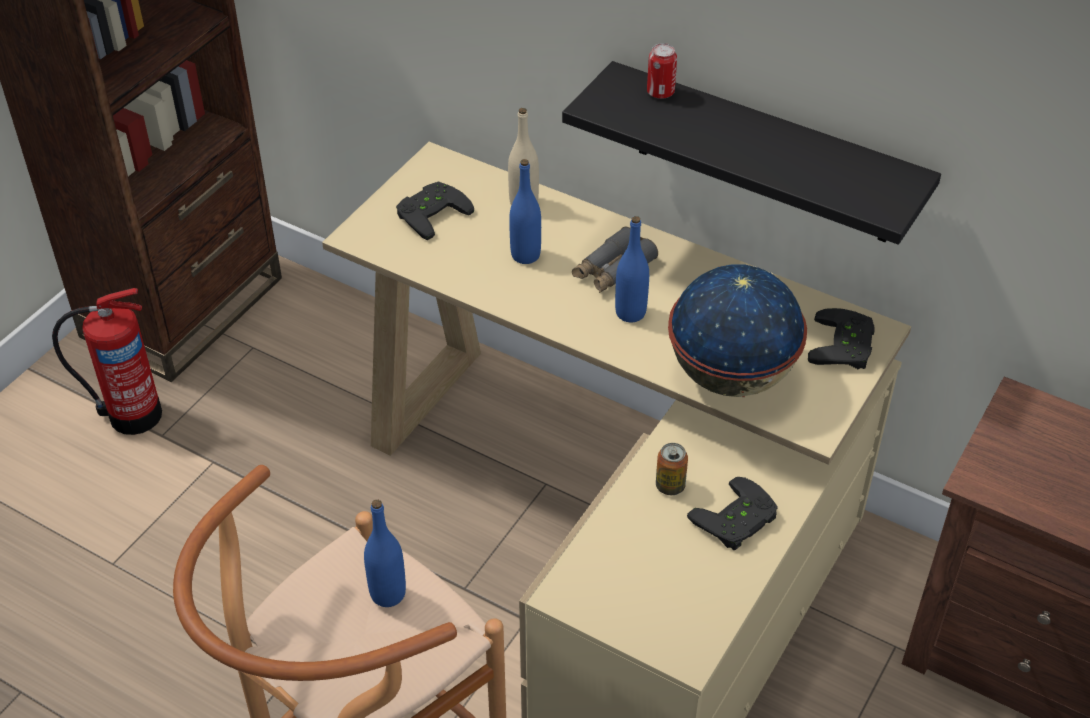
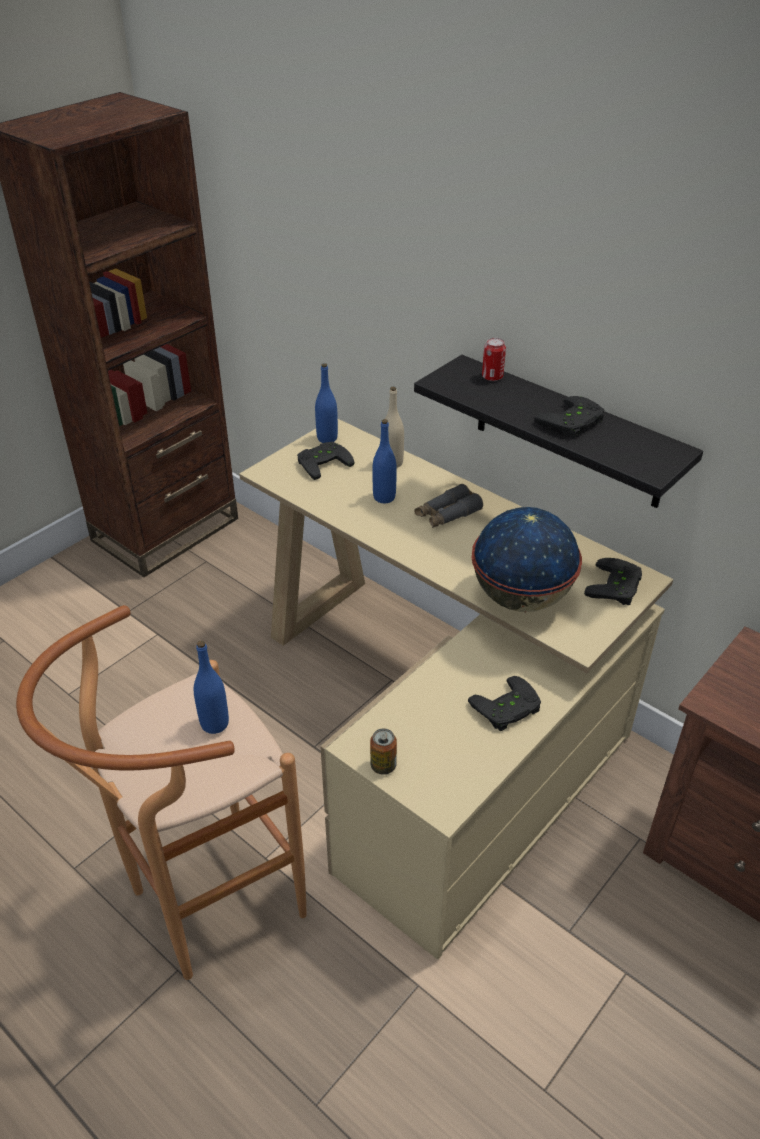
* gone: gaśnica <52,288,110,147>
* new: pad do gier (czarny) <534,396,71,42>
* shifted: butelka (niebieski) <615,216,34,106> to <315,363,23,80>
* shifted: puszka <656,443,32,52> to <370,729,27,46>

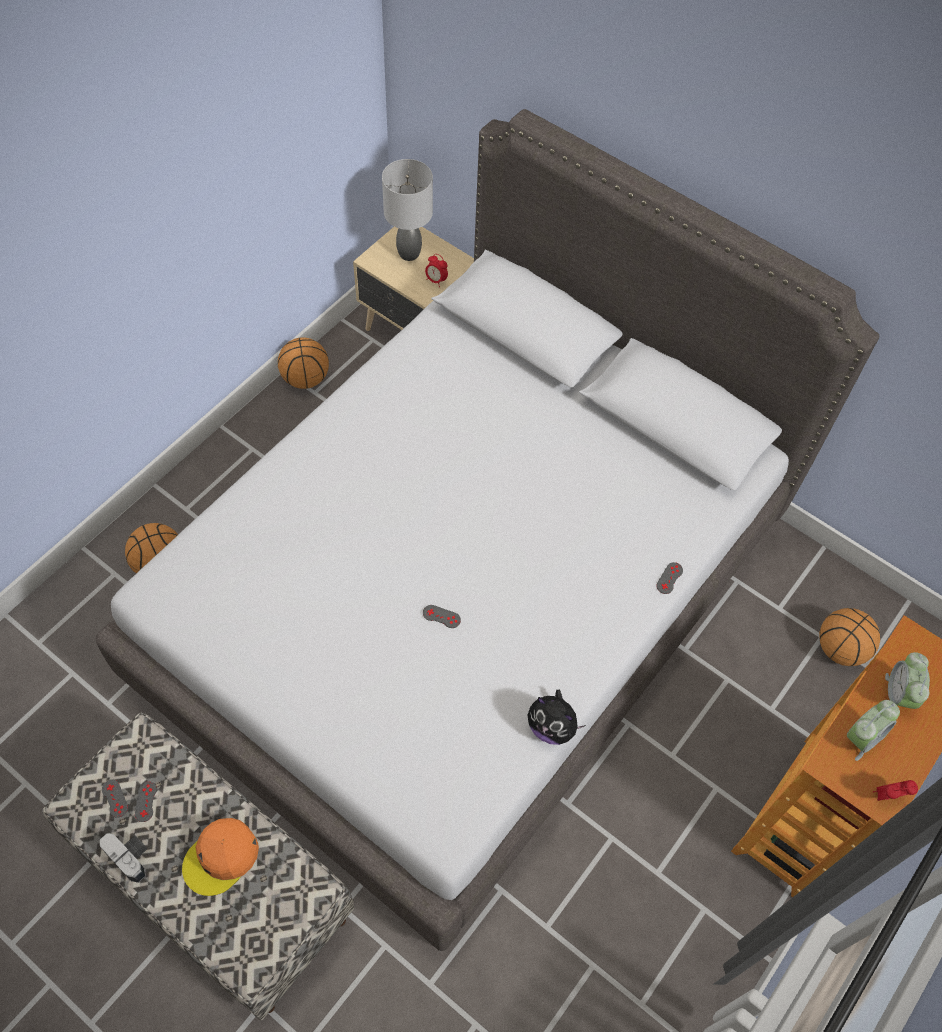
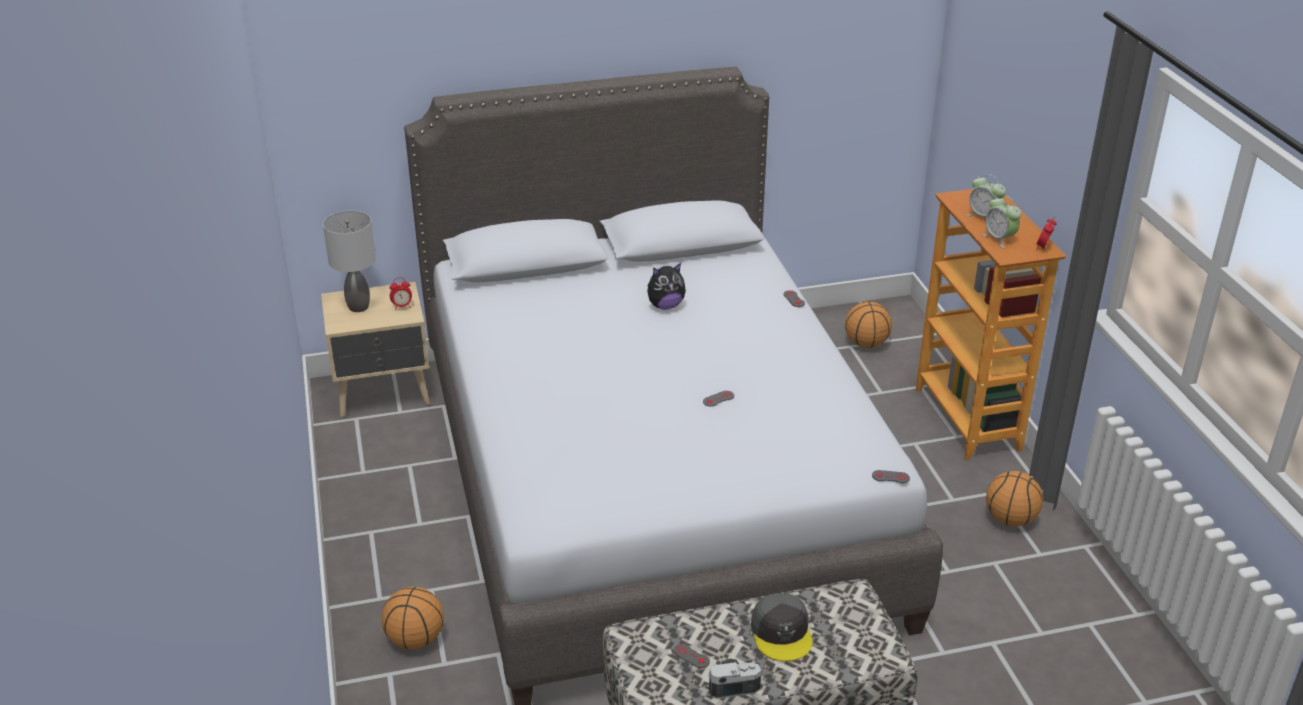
* shifted: pad do gier (szary) <102,780,26,38> to <872,470,38,13>
* shifted: piłka do koszykówki <278,337,51,52> to <986,471,57,56>
* shifted: pluszak <528,689,58,56> to <647,263,39,47>
* repainted: czapka z daszkiem (pomarańczowy) <182,818,77,78> to czapka z daszkiem (szary) <751,593,62,68>
* rotated: budzik <847,700,53,61> = <982,196,39,52> 150 degrees clockwise

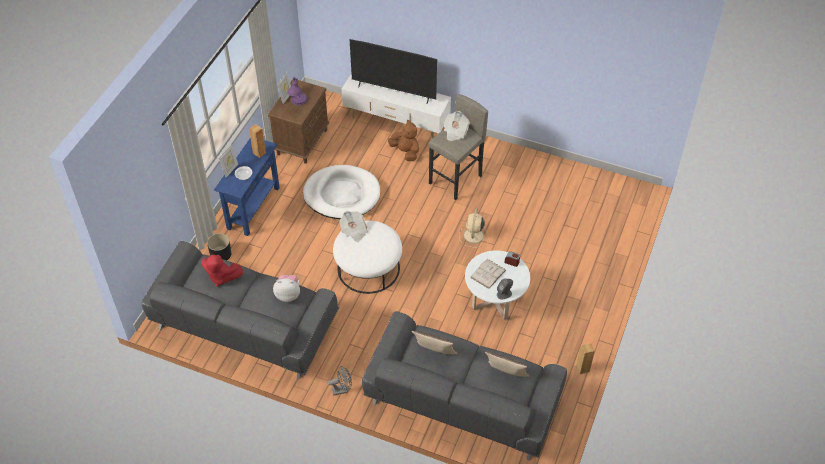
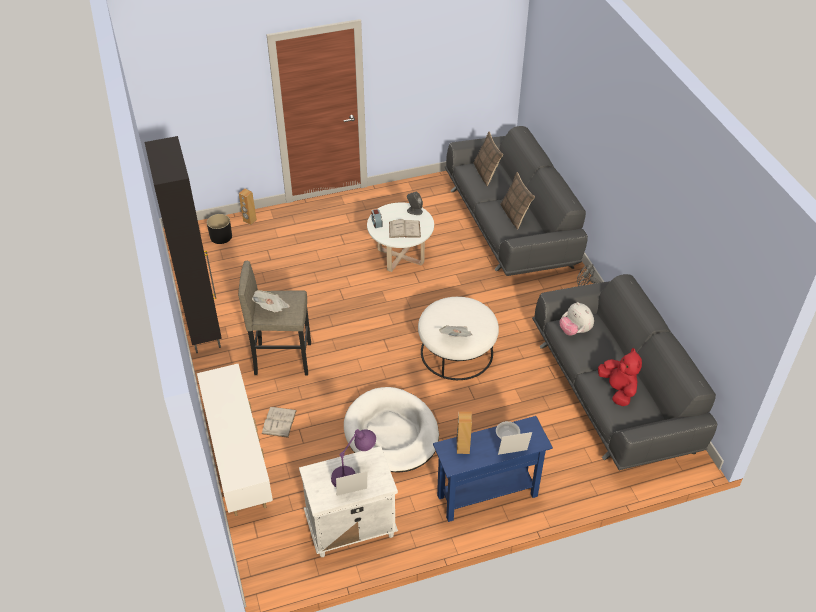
* gone: telewizor <350,39,87,64>
* gone: wentylator (beżowy) <459,208,29,40>
* new: szafka (czarny) <145,136,77,217>
* shifted: donica (czarny) <207,233,24,27> to <207,214,25,30>
* shifted: głośnik (brązowy) <576,343,19,31> to <239,189,18,36>
* swapped: pluszak (brązowy) <388,120,31,41> to książka (biały) <262,407,35,31>
* repainted: szafka nocna (brązowy) <268,79,62,84> to szafka nocna (biały) <299,446,99,111>

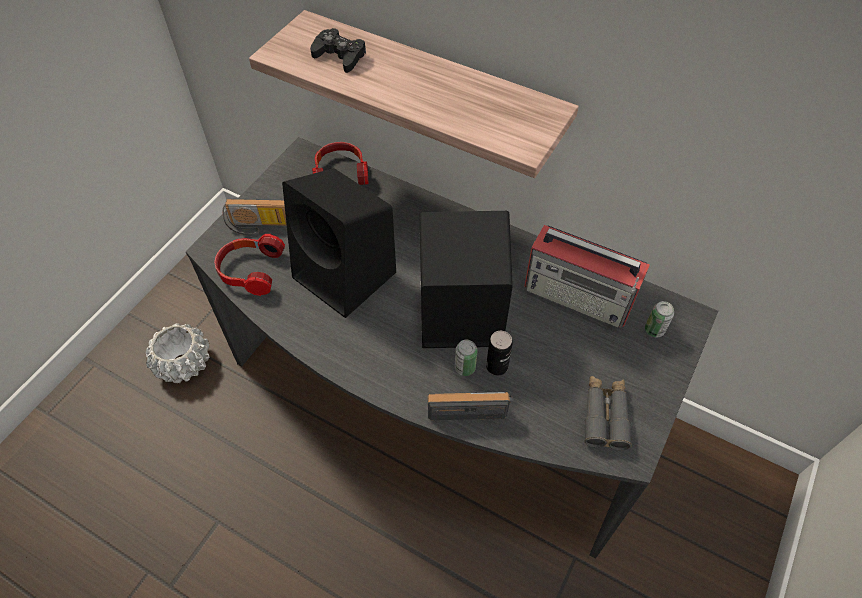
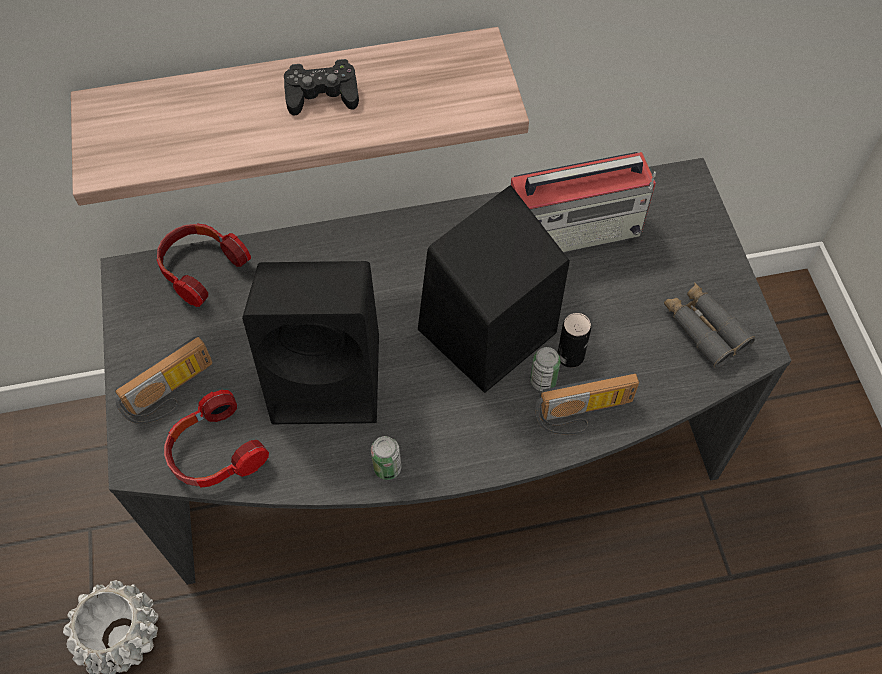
* shifted: pad do gier (czarny) <310,28,56,45> to <284,59,75,56>
* shifted: puszka <645,301,29,37> to <371,436,30,44>
* rotated: radio <428,391,86,29> = <535,371,104,64> 150 degrees counterclockwise

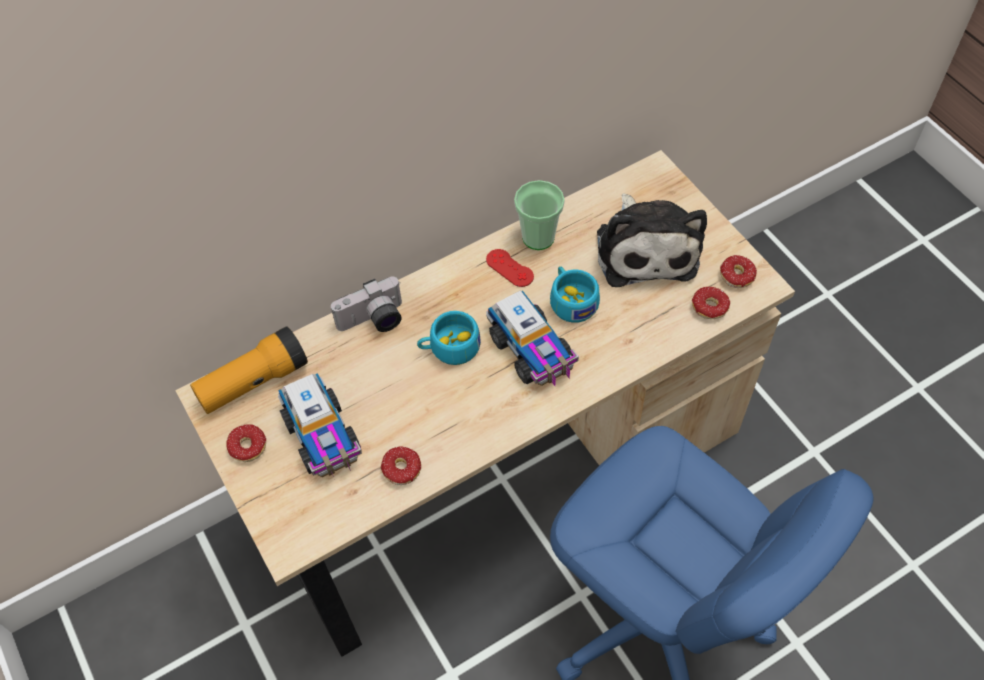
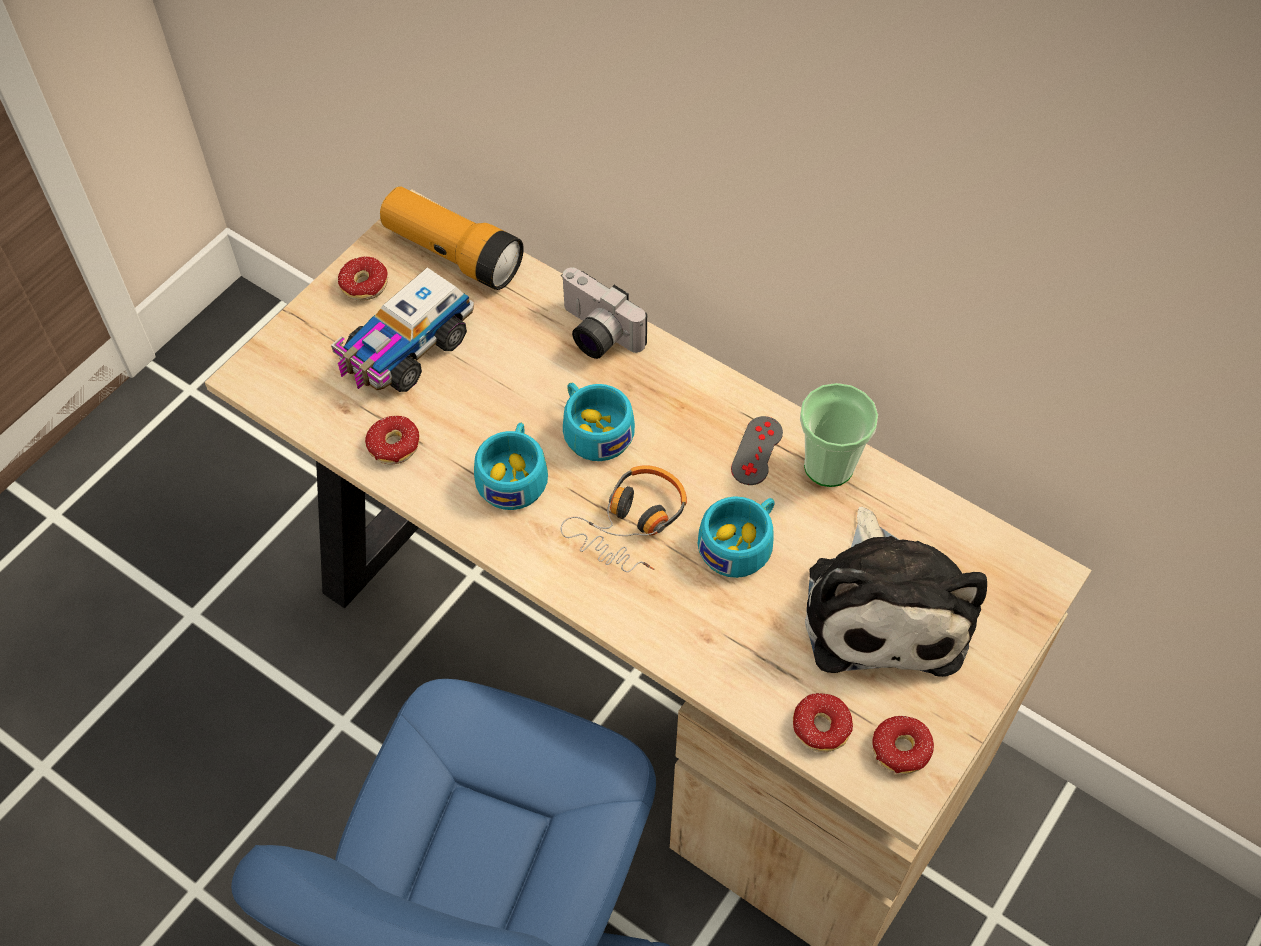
* new: filiżanka (turkusowy) <474,423,74,87>
* swapped: ciężarówka zabawkowa <486,290,93,96> to słuchawki <561,465,126,107>
* repainted: pad do gier (czerwony) <486,249,48,38> to pad do gier (szary) <731,416,52,69>
* rotated: pluszak <597,193,110,94> = <805,507,182,170> 60 degrees counterclockwise

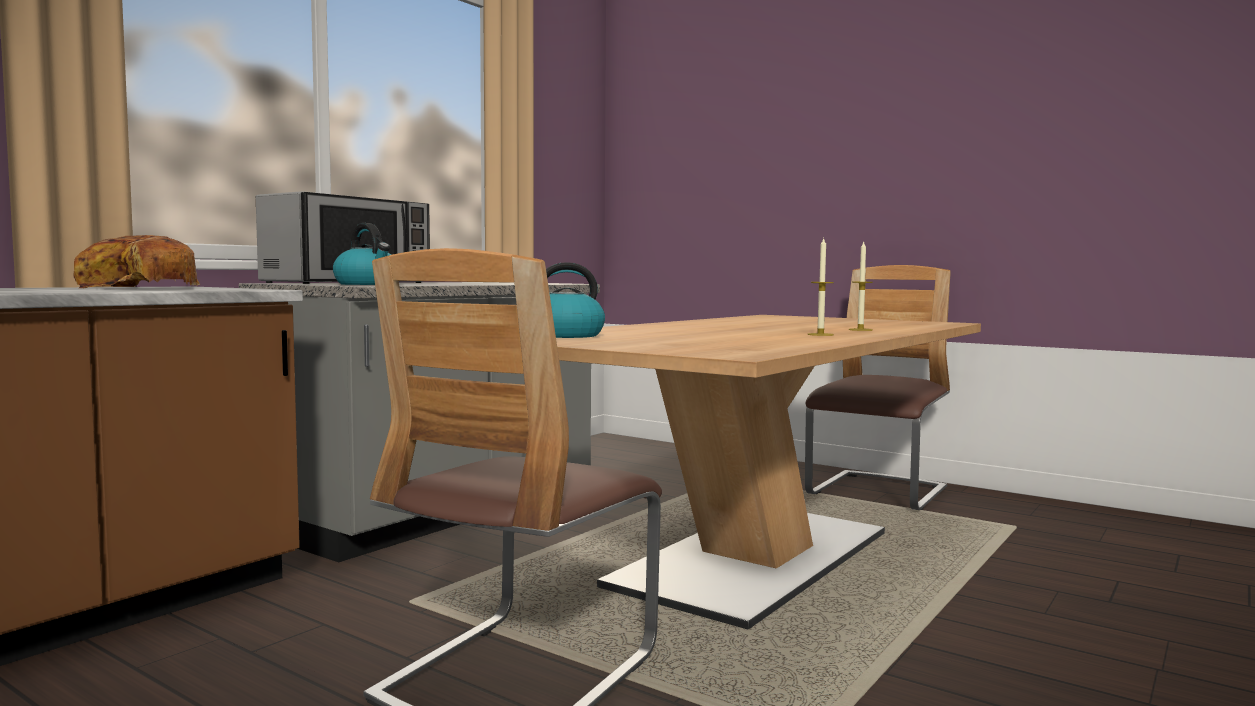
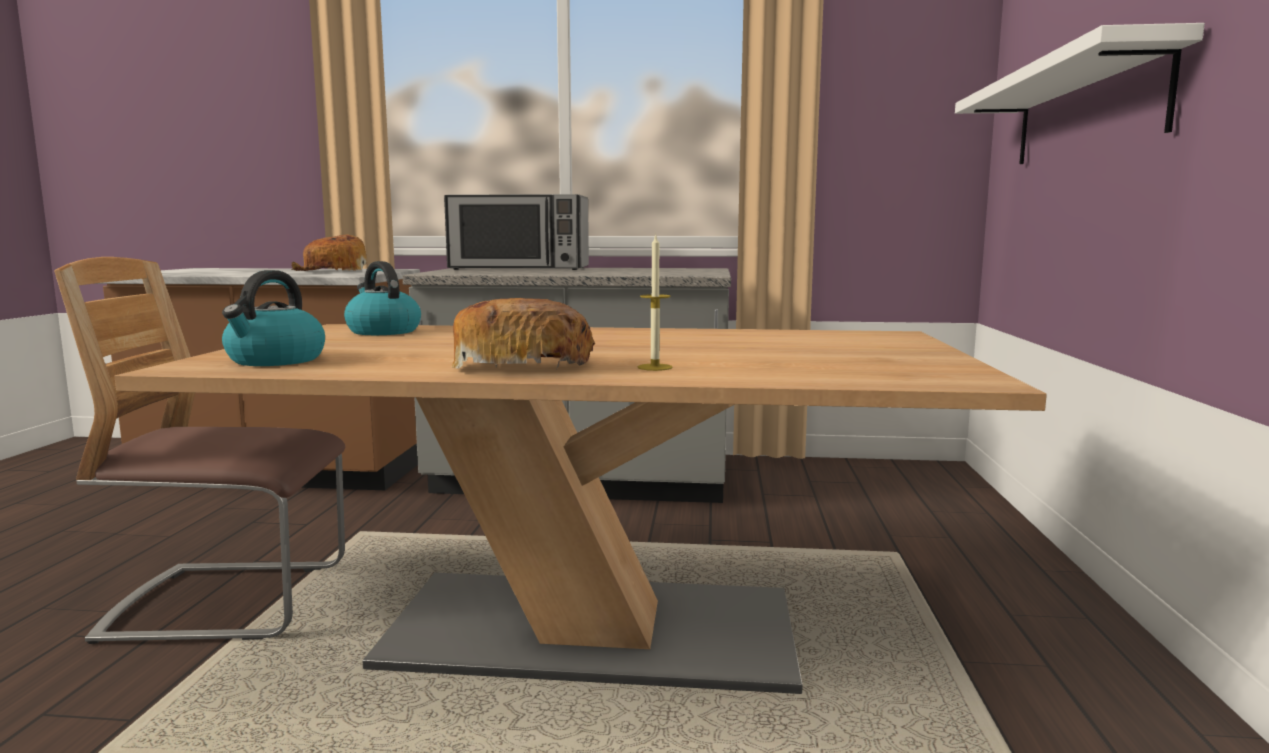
* gone: krzesło <805,265,146,245>
* new: półka (biały) <955,23,250,141>
* shifted: czajnik <333,223,58,62> to <222,270,103,96>
* swapped: świeca <808,238,26,98> to chleb <452,298,143,71>

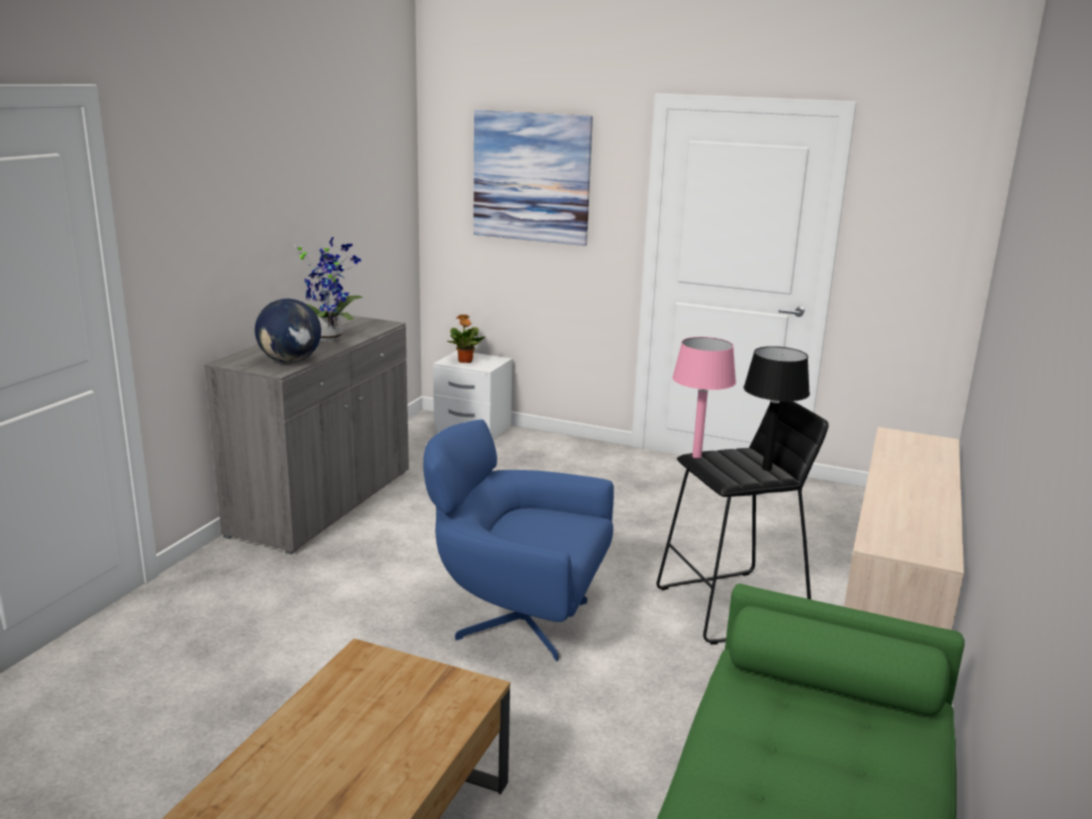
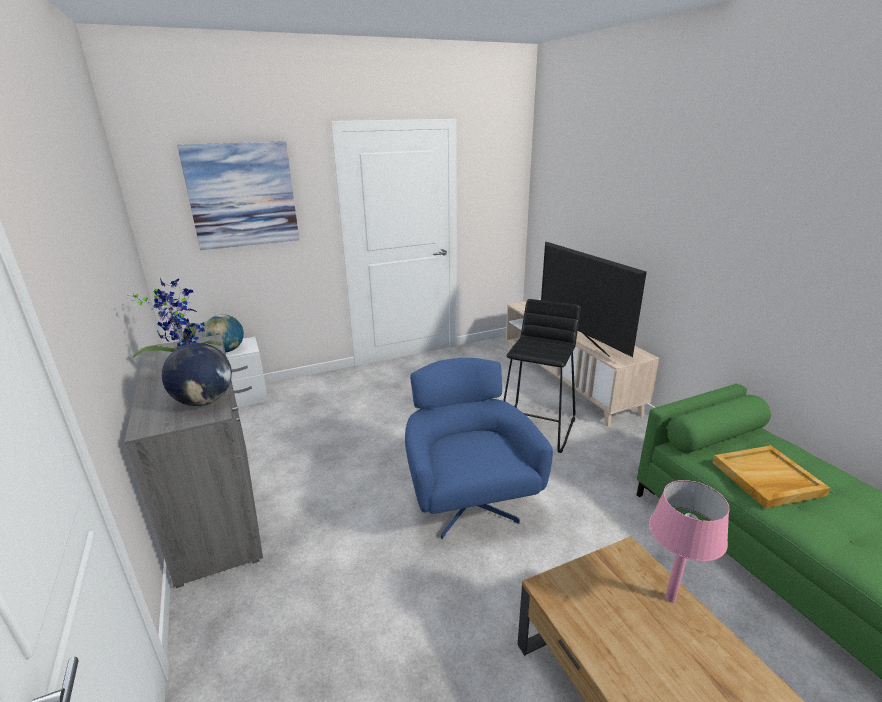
* gone: lampa stołowa (czarny) <743,346,67,125>
* new: telewizor <541,241,106,116>
* new: taca (beżowy) <712,445,118,63>
* shifted: lampa stołowa (różowy) <672,337,64,121> to <649,480,80,123>
* swapped: roślina doniczkowa <447,314,39,49> to globus <202,314,42,38>
* rotated: fotel (niebieski) <423,419,191,242> = <405,358,148,181> 105 degrees clockwise

